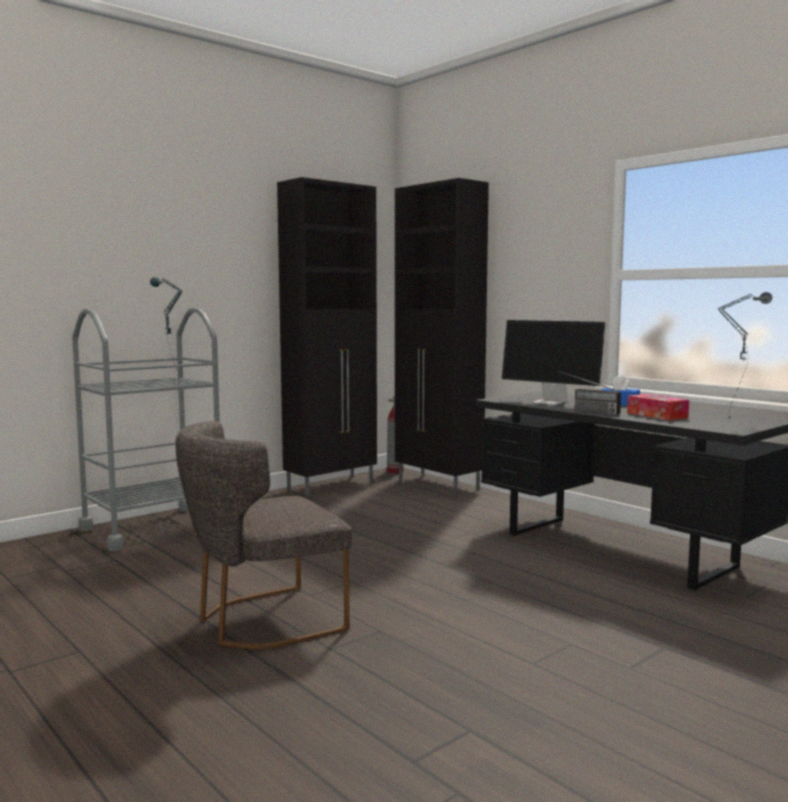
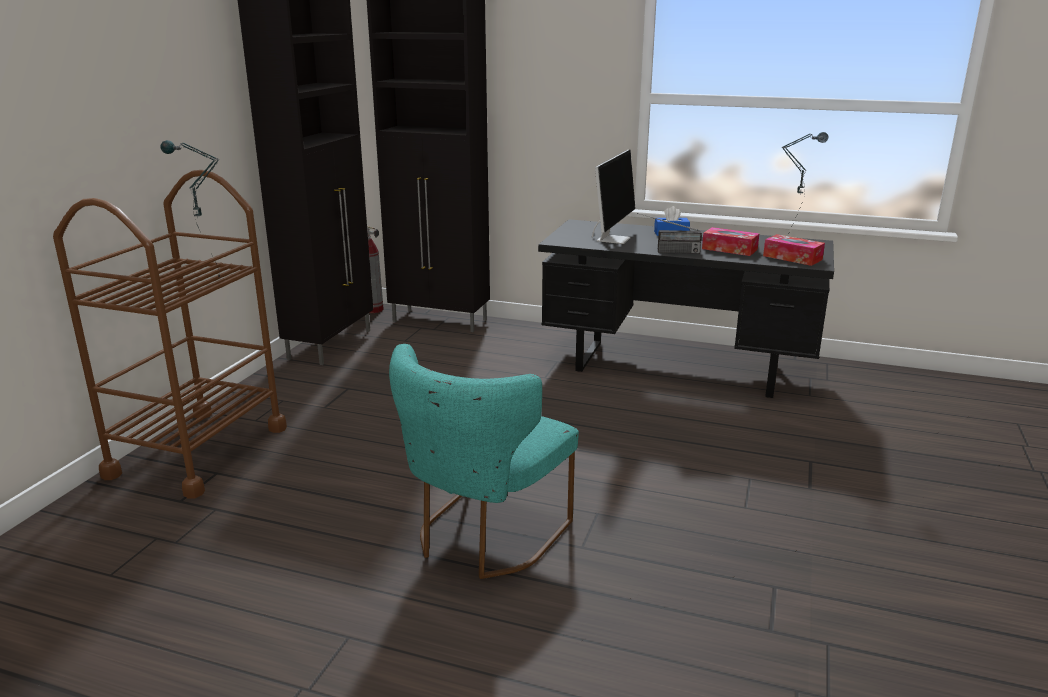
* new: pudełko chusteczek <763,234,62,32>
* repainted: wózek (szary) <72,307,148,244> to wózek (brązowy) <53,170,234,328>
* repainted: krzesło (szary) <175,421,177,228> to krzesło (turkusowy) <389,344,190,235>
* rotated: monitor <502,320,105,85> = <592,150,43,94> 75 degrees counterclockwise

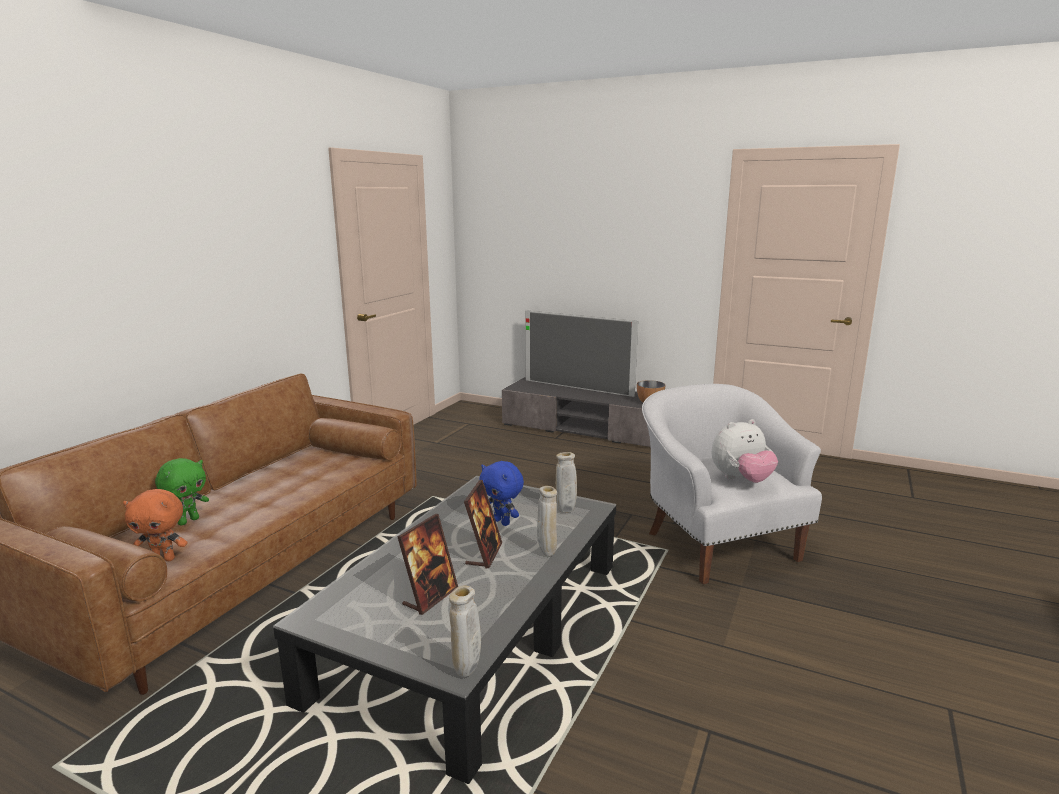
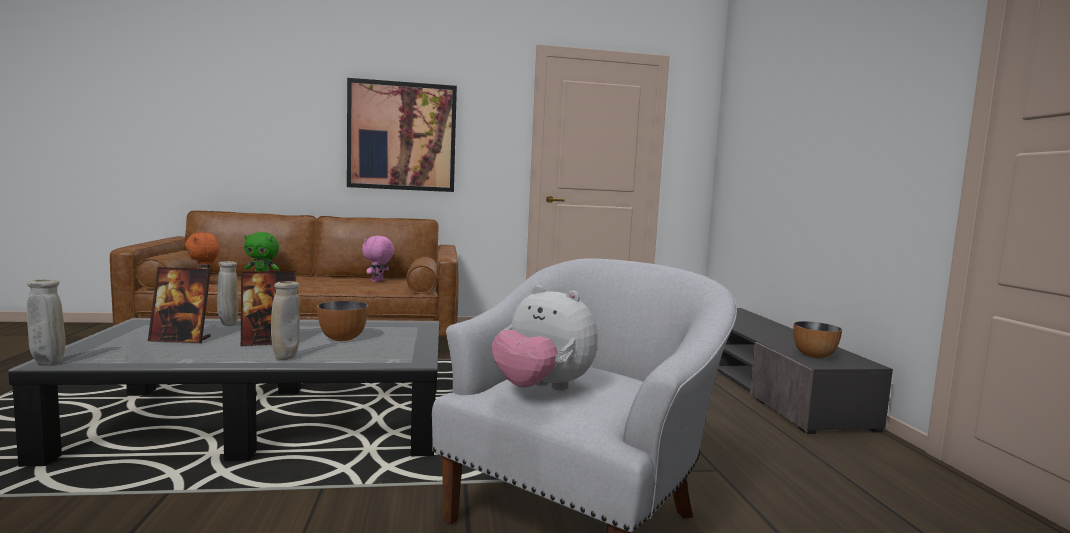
* gone: telewizor <525,310,113,87>
* new: obraz <347,78,110,114>
* new: pluszak (różowy) <362,236,32,46>
* shifted: wazon (beżowy) <556,452,21,61> to <217,261,21,65>
* swapped: pluszak (niebieski) <479,461,45,65> to miska <317,301,51,40>

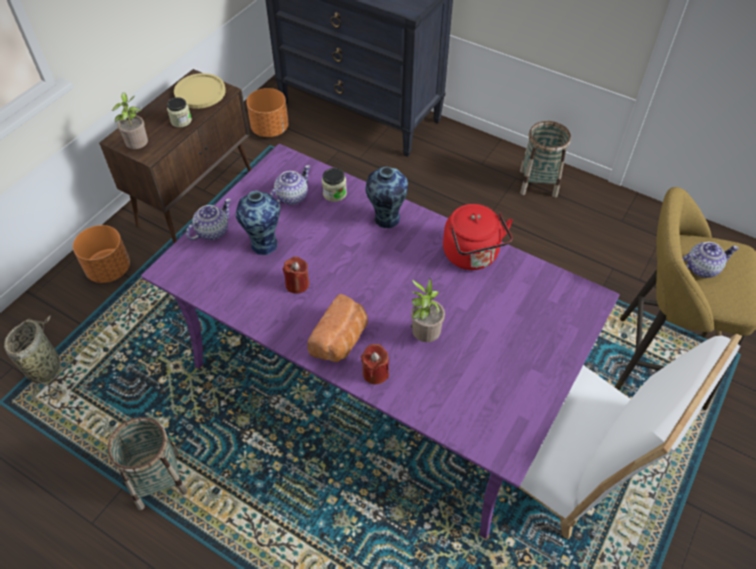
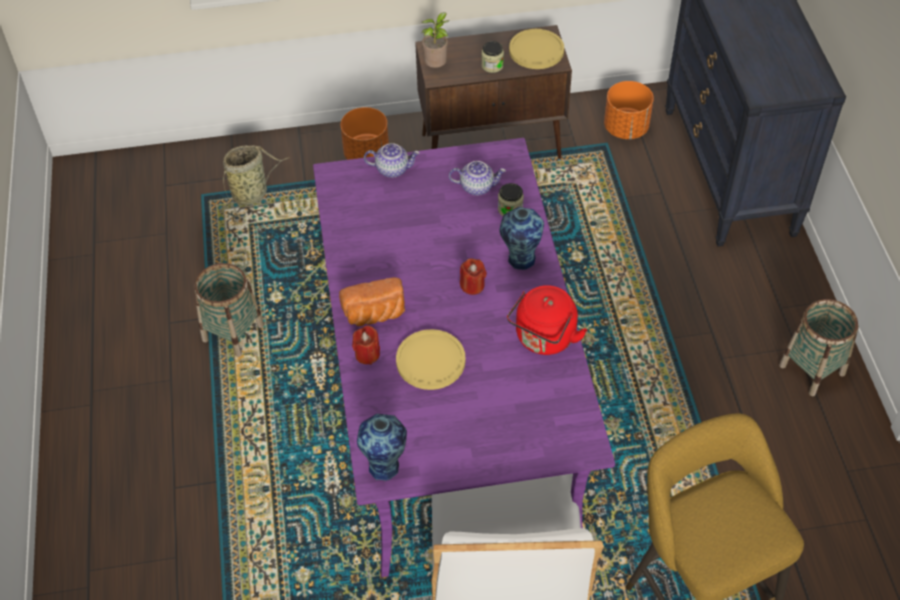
* gone: imbryk <683,242,56,36>
* shifted: wazon <236,191,45,64> to <357,414,50,66>
* shifted: świeca (czerwony) <283,256,26,38> to <460,258,27,37>
* swapped: roślina doniczkowa <410,278,35,64> to talerz (żółty) <396,329,70,61>

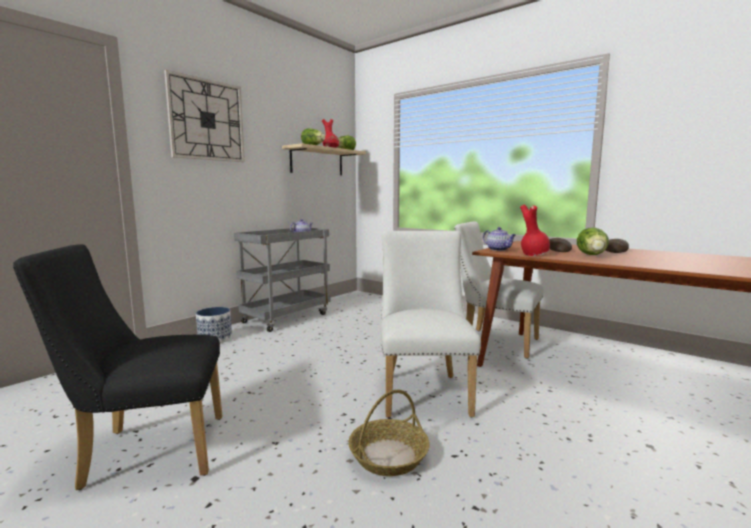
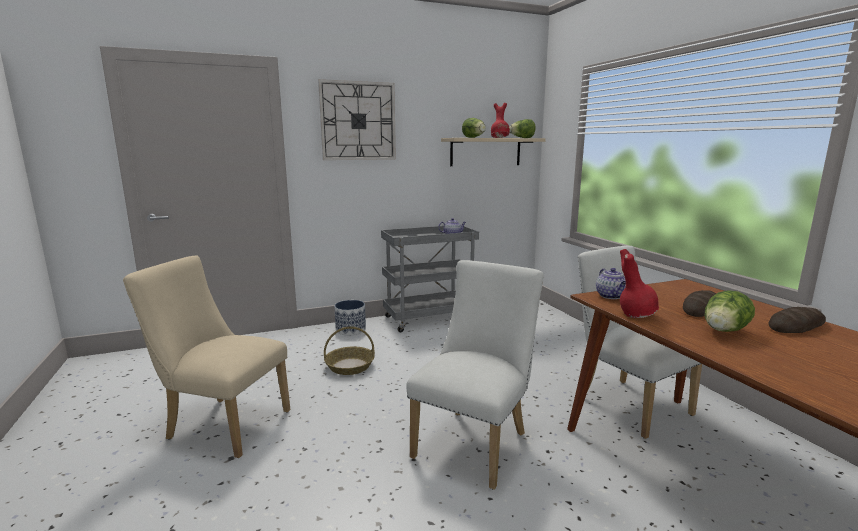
* shifted: koszyk <348,389,82,87> to <324,326,51,49>
* repainted: krzesło (czarny) <13,244,209,246> to krzesło (beżowy) <123,256,167,202>

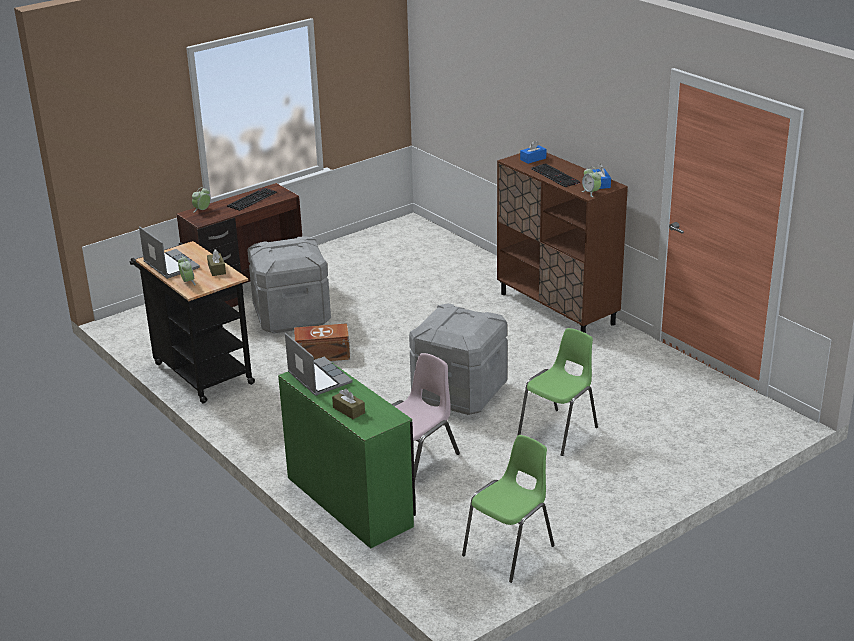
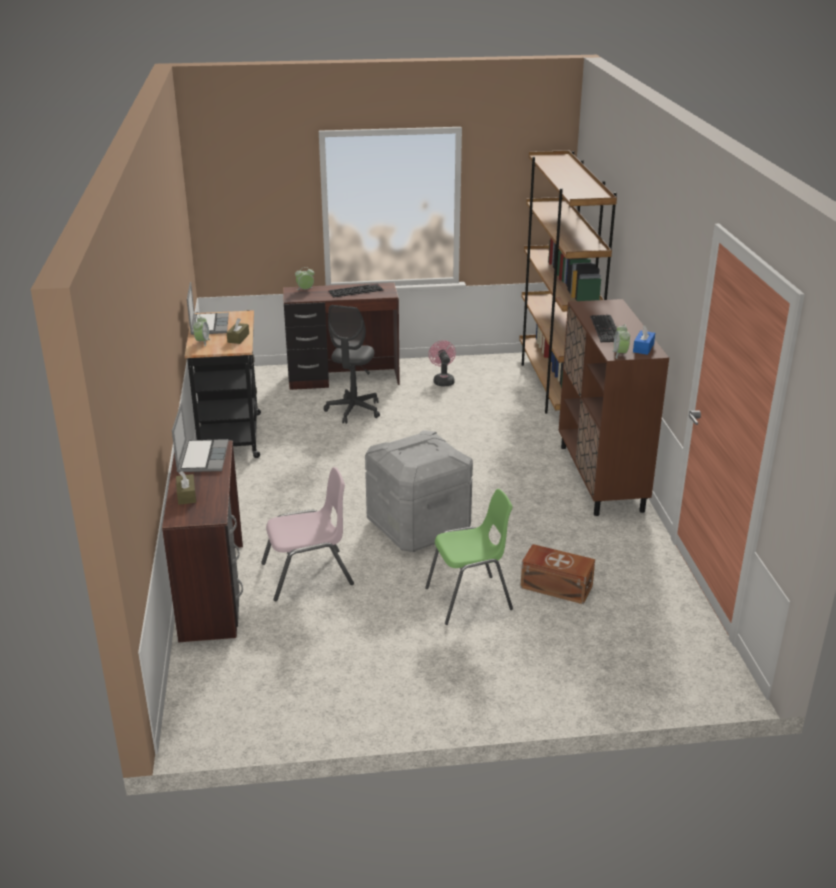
* gone: krzesło (zielony) <462,435,93,148>
* gone: pudełko chusteczek (niebieski) <520,140,27,24>
* new: wentylator (różowy) <428,340,28,47>
* new: regał (brązowy) <519,150,98,264>
* shifted: pojemnik do przechowywania (brązowy) <294,323,56,38> to <520,544,75,60>
* swapped: pojemnik do przechowywania (szary) <247,237,84,96> to krzesło biurowe (szary) <324,305,56,119>
* repainted: biurko (zielony) <278,361,138,188> to biurko (brązowy) <162,440,81,203>

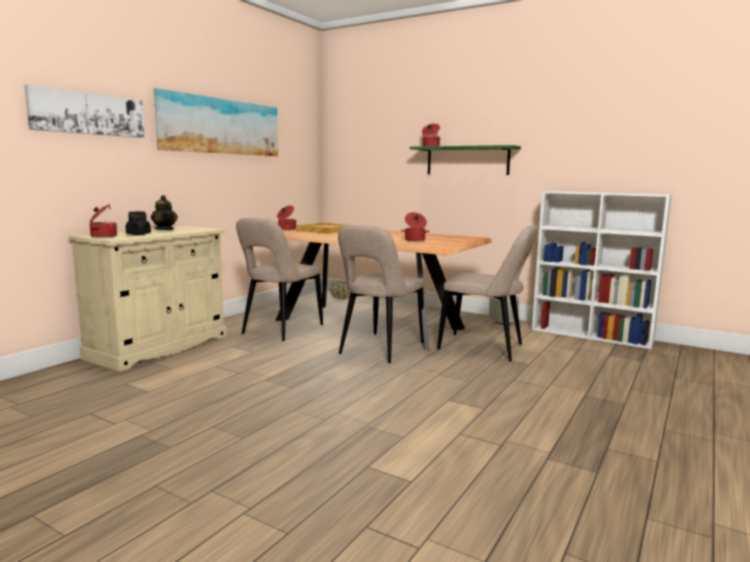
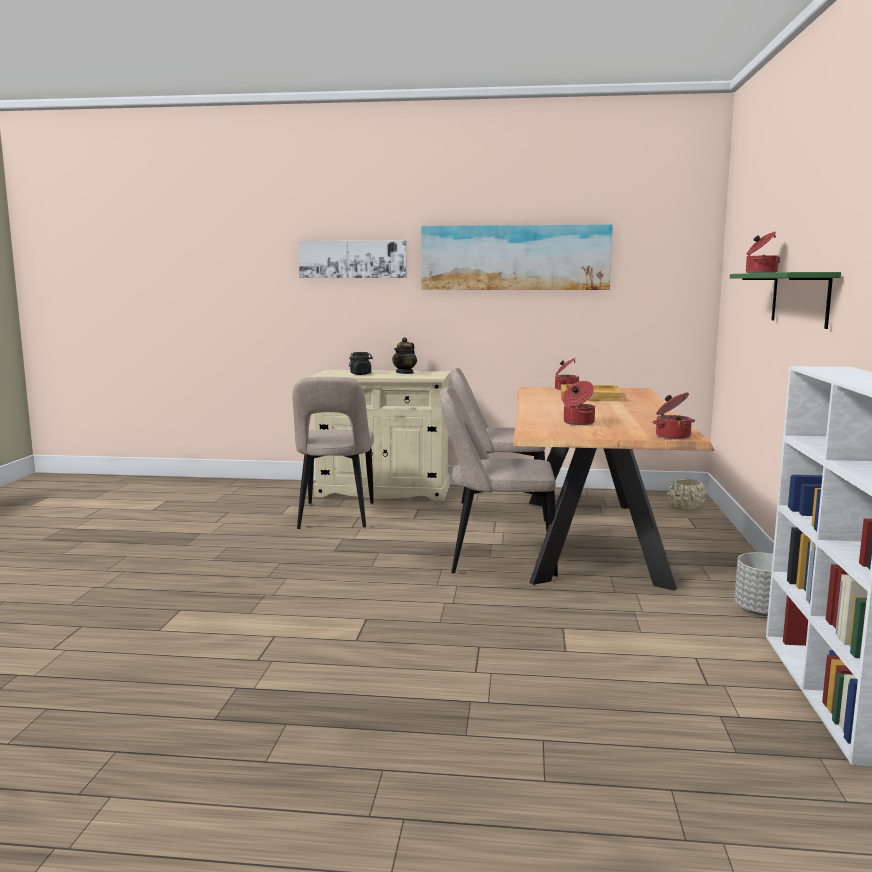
* shifted: garnek <90,204,27,34> to <652,392,43,47>
* shifted: krzesło (beżowy) <437,225,101,136> to <292,377,82,152>

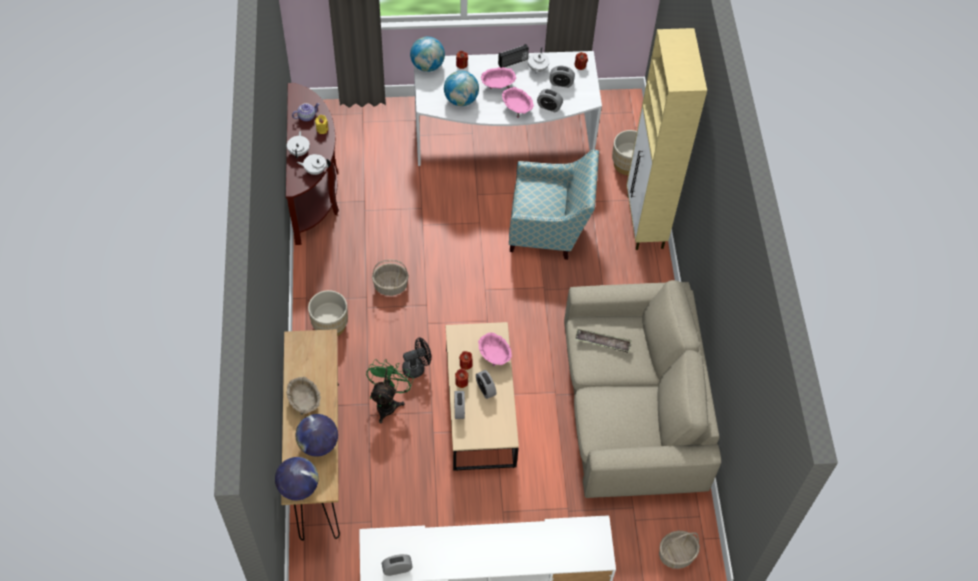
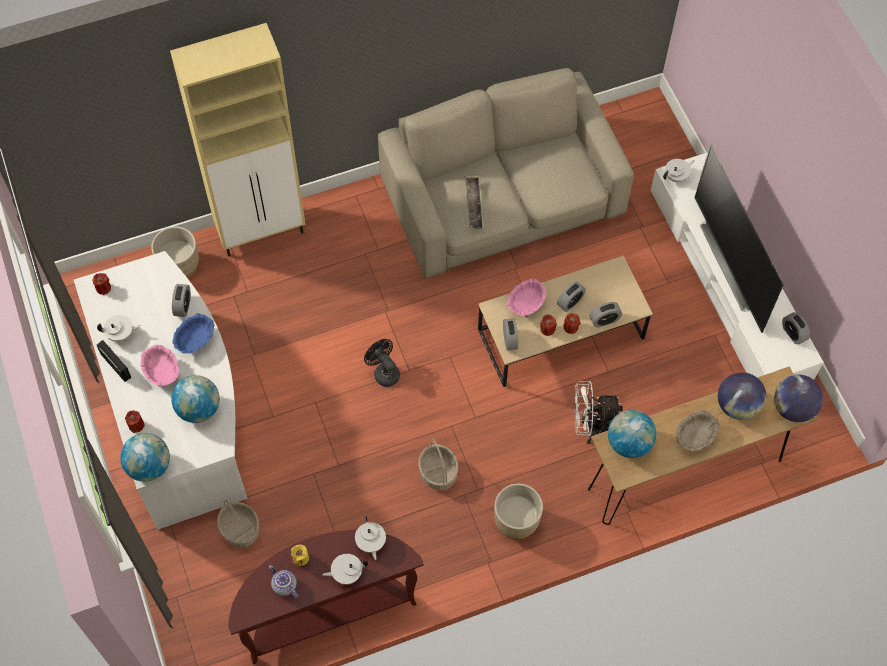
* gone: fotel <509,150,90,110>
* new: globus <608,410,49,48>
* new: imbryk (biały) <663,159,31,23>
* new: telewizor <695,144,89,189>
* shifted: wentylator (czarny) <402,338,29,40> to <364,339,36,48>
* shifted: budzik <549,66,26,22> to <503,318,15,32>
* shifted: koszyk <659,531,41,38> to <217,500,42,48>
* repainted: wentylator (zielony) <366,359,48,64> to wentylator (biały) <574,381,49,63>
* repainted: miska (różowy) <502,87,32,31> to miska (niebieski) <172,313,42,41>

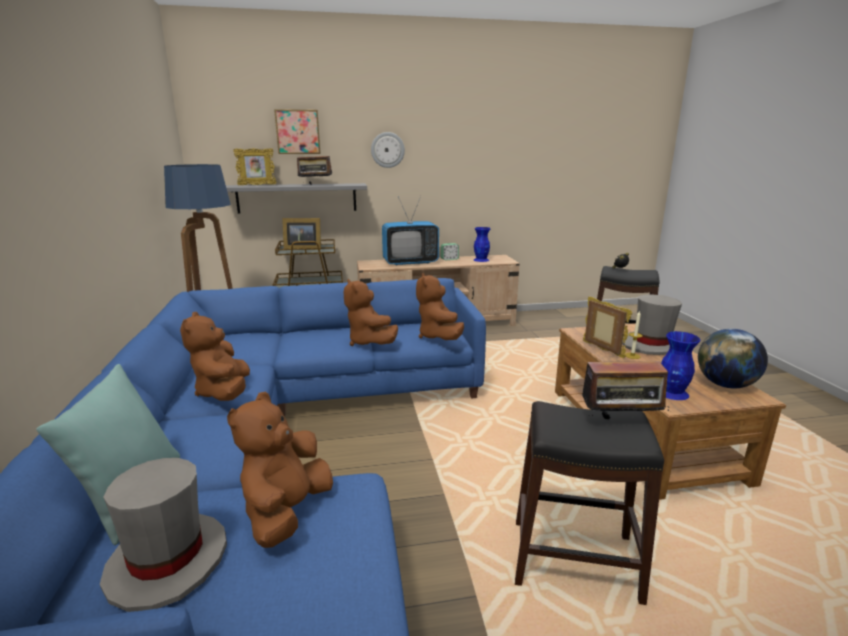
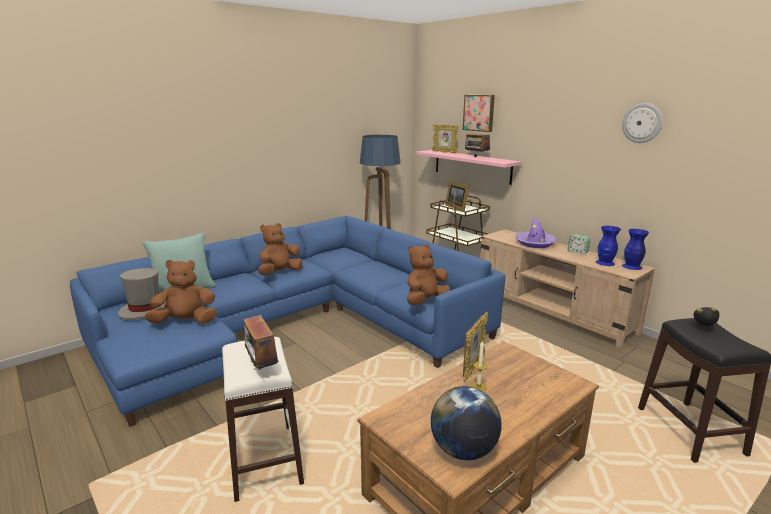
* gone: pluszak (brązowy) <343,279,55,67>
* gone: kapelusz (szary) <622,294,60,61>
* shifted: zegar ścienny <371,132,34,36> to <622,103,41,40>
* shifted: wazon (niebieski) <661,331,39,69> to <622,229,27,41>
* swapped: telewizor <382,196,57,69> to kapelusz (fioletowy) <515,217,42,31>
* repainted: półka (szary) <226,183,141,30> to półka (różowy) <416,150,105,35>
* repainted: stołek (czarny) <515,401,149,204> to stołek (biały) <222,337,82,165>

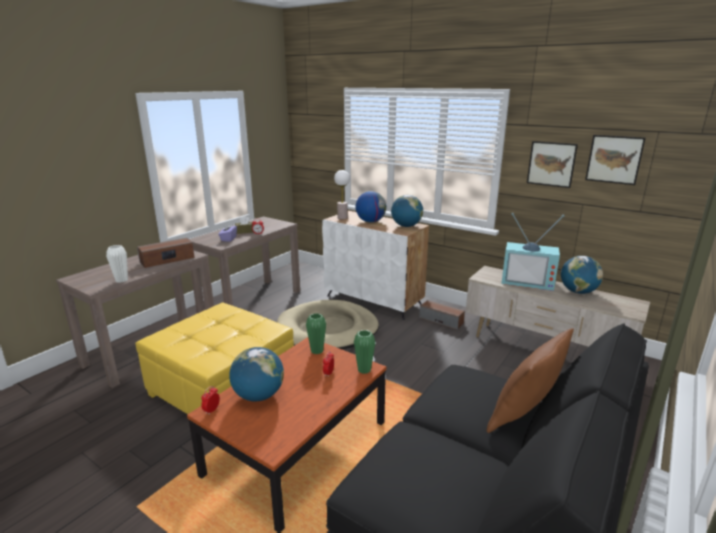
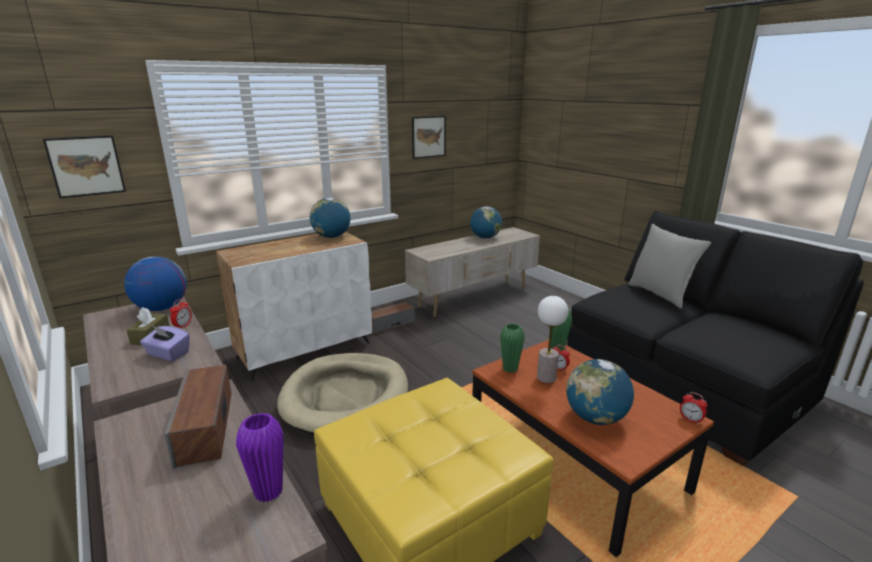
* gone: telewizor <501,213,64,78>
* shifted: budzik <201,386,19,28> to <680,392,27,32>
* shifted: lampa stołowa <334,170,16,49> to <537,296,31,87>
* shifted: globus <356,191,30,31> to <124,256,63,55>
* shifted: obraz <585,135,61,50> to <43,135,83,63>
* repainted: wazon (biały) <106,245,22,38> to wazon (fioletowy) <236,413,48,89>
* repainted: poduszka (brązowy) <487,328,87,105> to poduszka (szary) <628,224,83,85>

